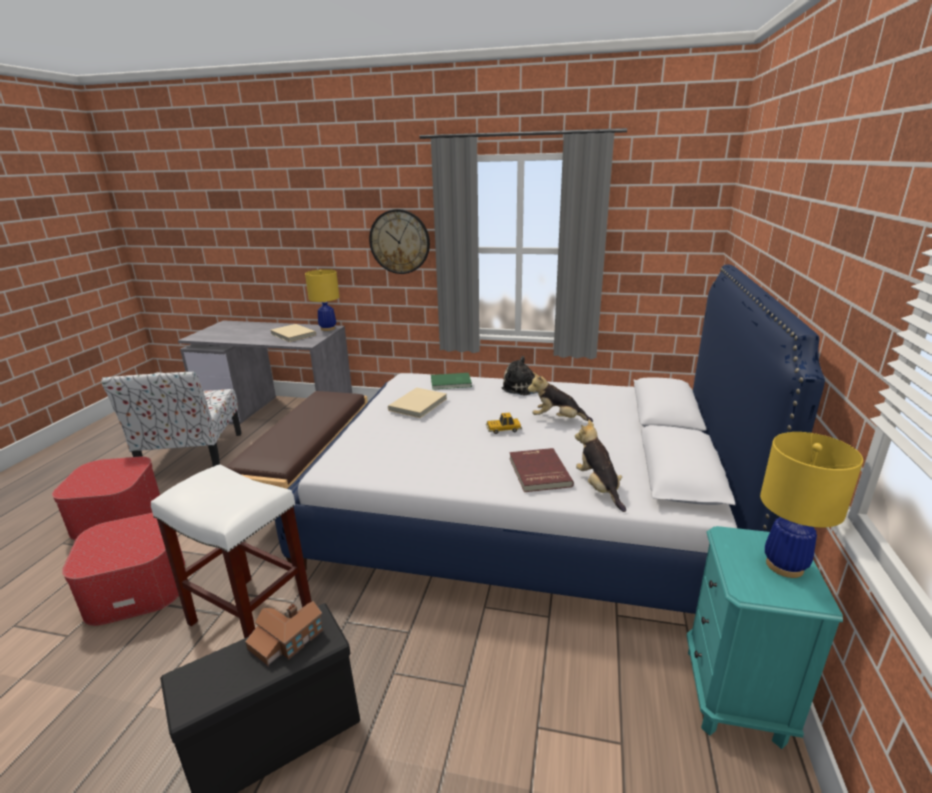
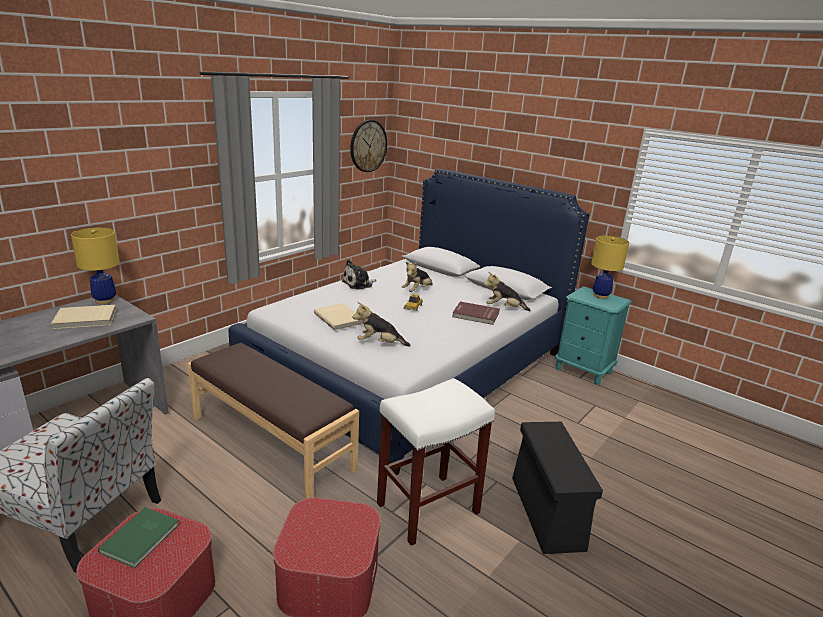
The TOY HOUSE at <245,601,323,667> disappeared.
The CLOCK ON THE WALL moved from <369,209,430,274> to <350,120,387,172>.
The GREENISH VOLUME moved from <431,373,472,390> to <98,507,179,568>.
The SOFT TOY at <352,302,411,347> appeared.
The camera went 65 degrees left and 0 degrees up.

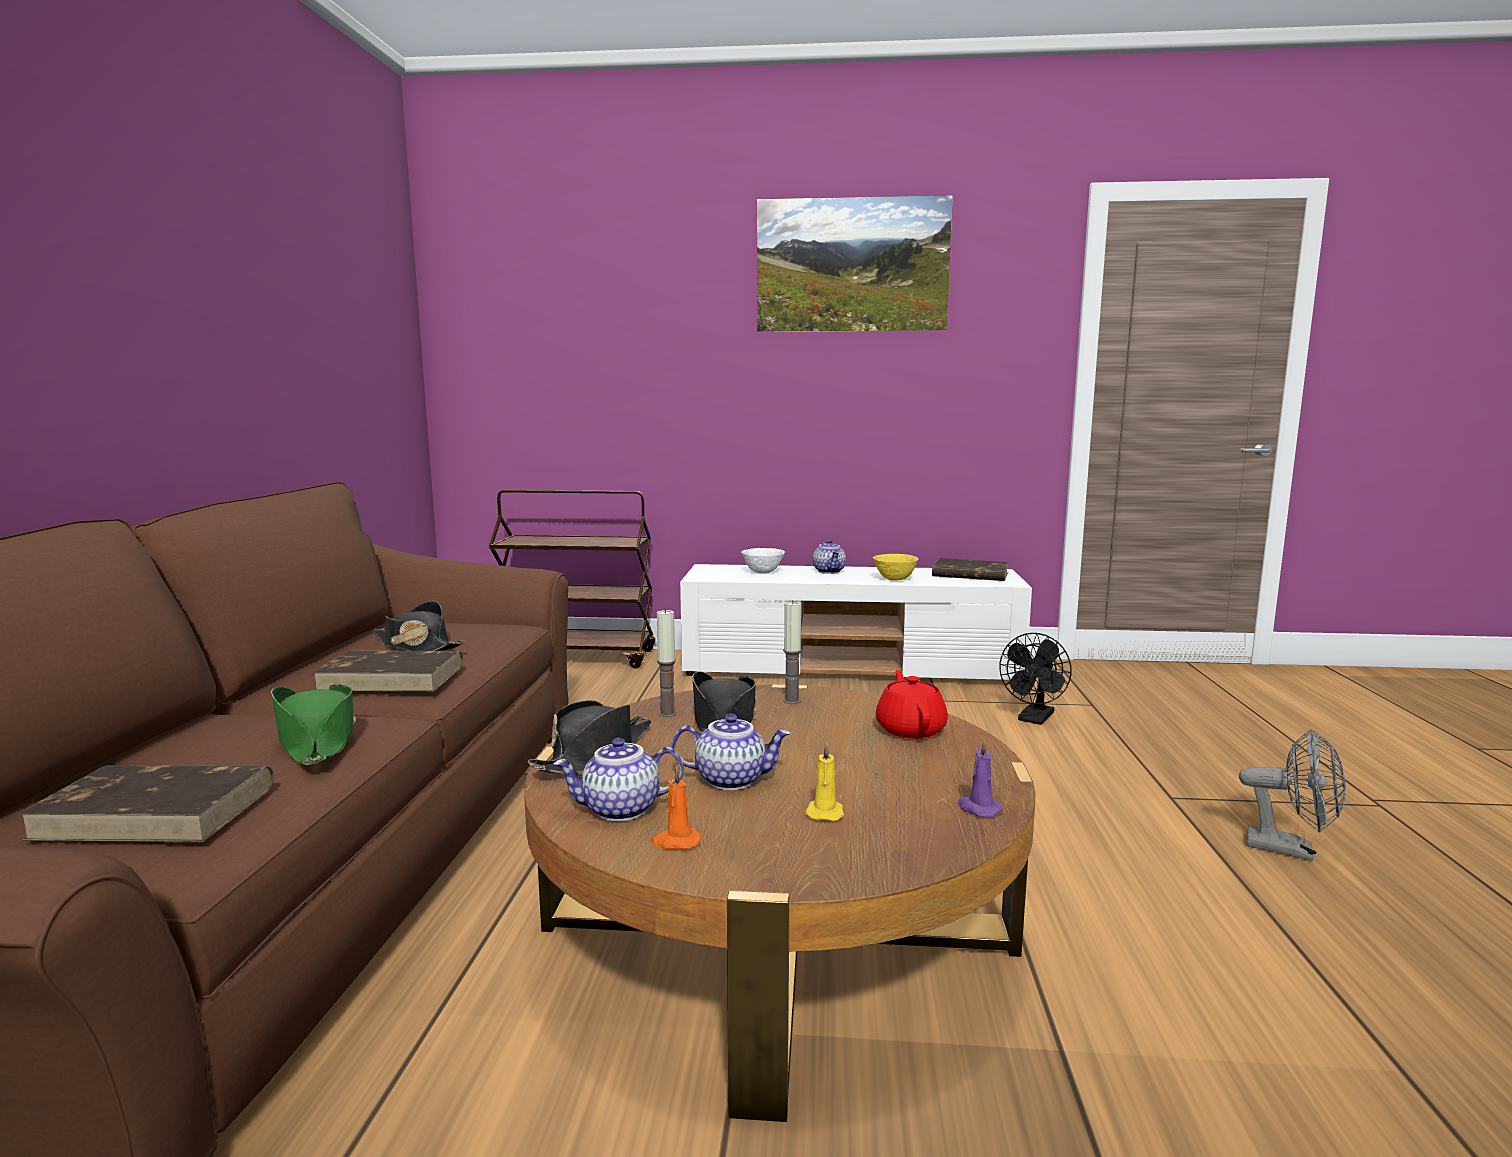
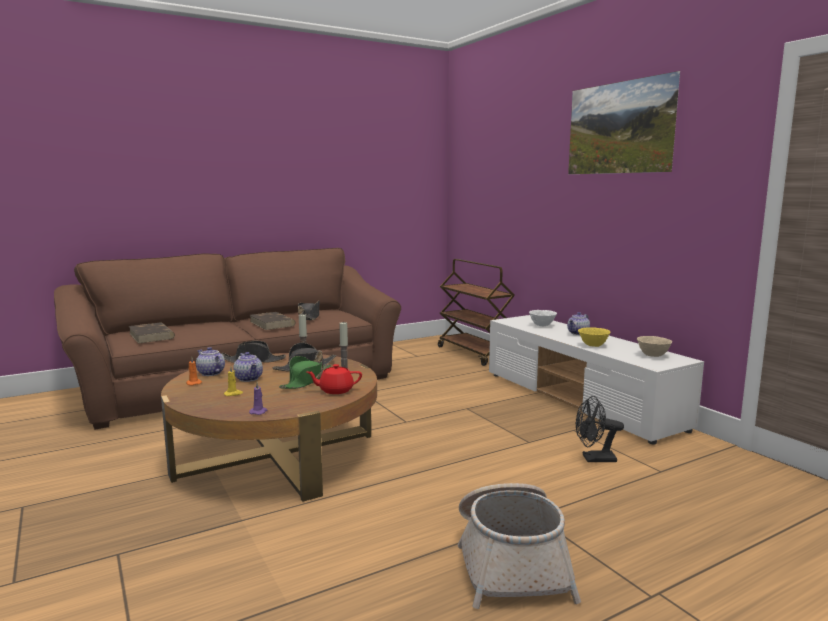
The GREENISH WEARABLE HAT moved from <271,684,356,765> to <279,356,331,389>.
The REDDISH POT FOR TEA at <876,670,948,739> turned 150 degrees counterclockwise.
The BROWN-COLOURED VOLUME at <932,558,1009,581> was replaced by the BEIGE SERVING BOWL at <637,336,672,357>.
The GREYISH COOLING FAN at <1239,729,1345,861> was replaced by the HOUSEHOLD BASKET at <458,483,581,609>.
The camera went 55 degrees right and 0 degrees up.

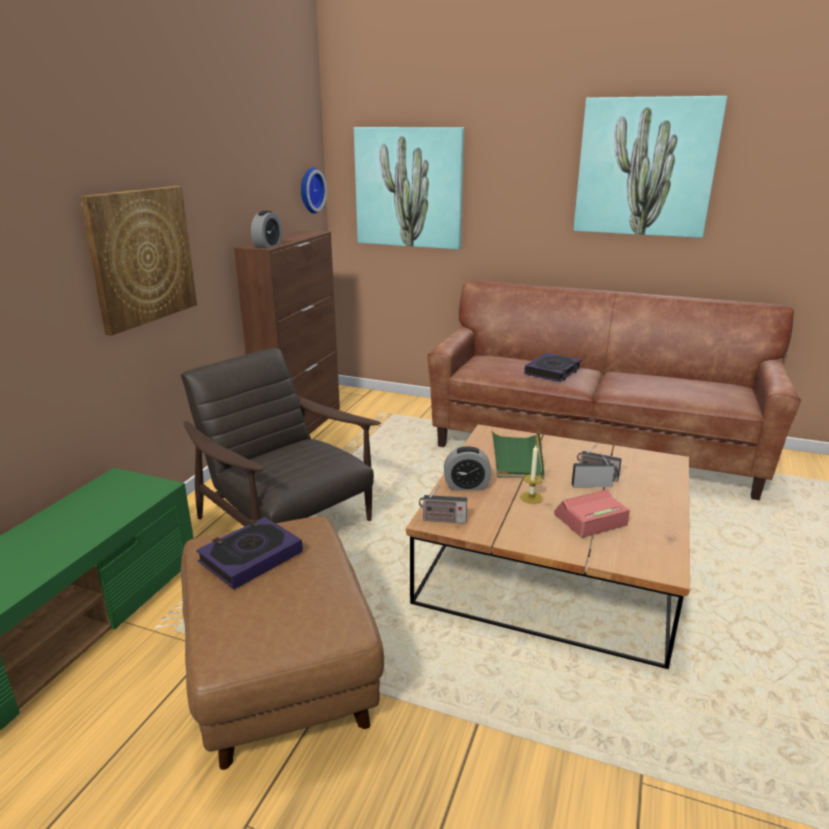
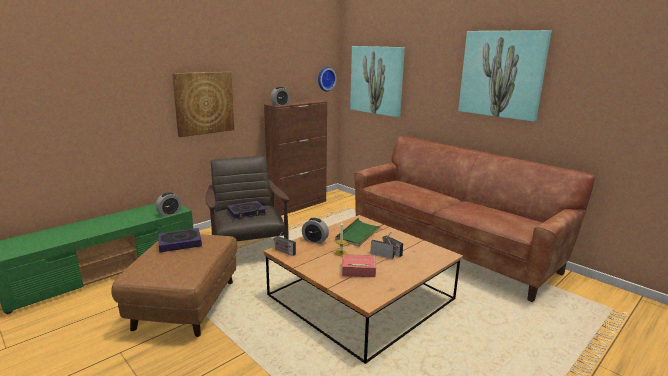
The VOLUME moved from <524,353,581,382> to <227,201,266,220>.
The TABLE CLOCK at <155,192,182,217> appeared.
The camera went 25 degrees right and 5 degrees down.

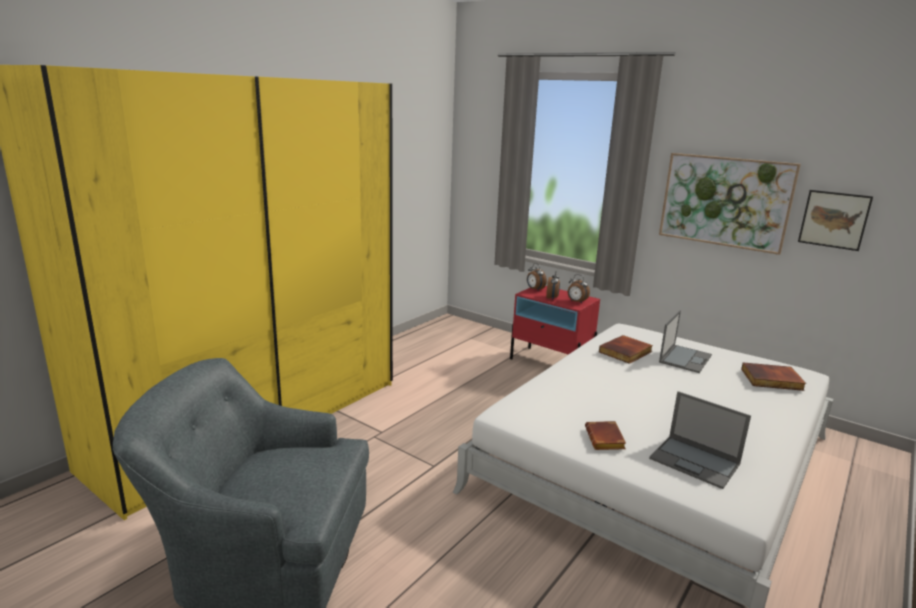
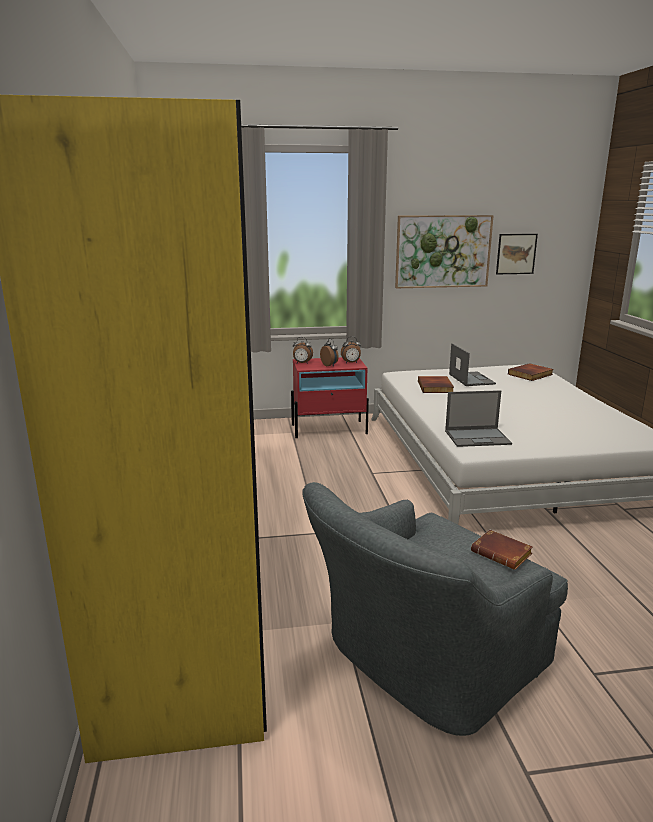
The BROWN-COLOURED VOLUME moved from <585,421,626,450> to <471,530,533,570>.
The LAPTOP moved from <649,391,751,489> to <445,390,512,447>.
The camera went 45 degrees left and 0 degrees up.

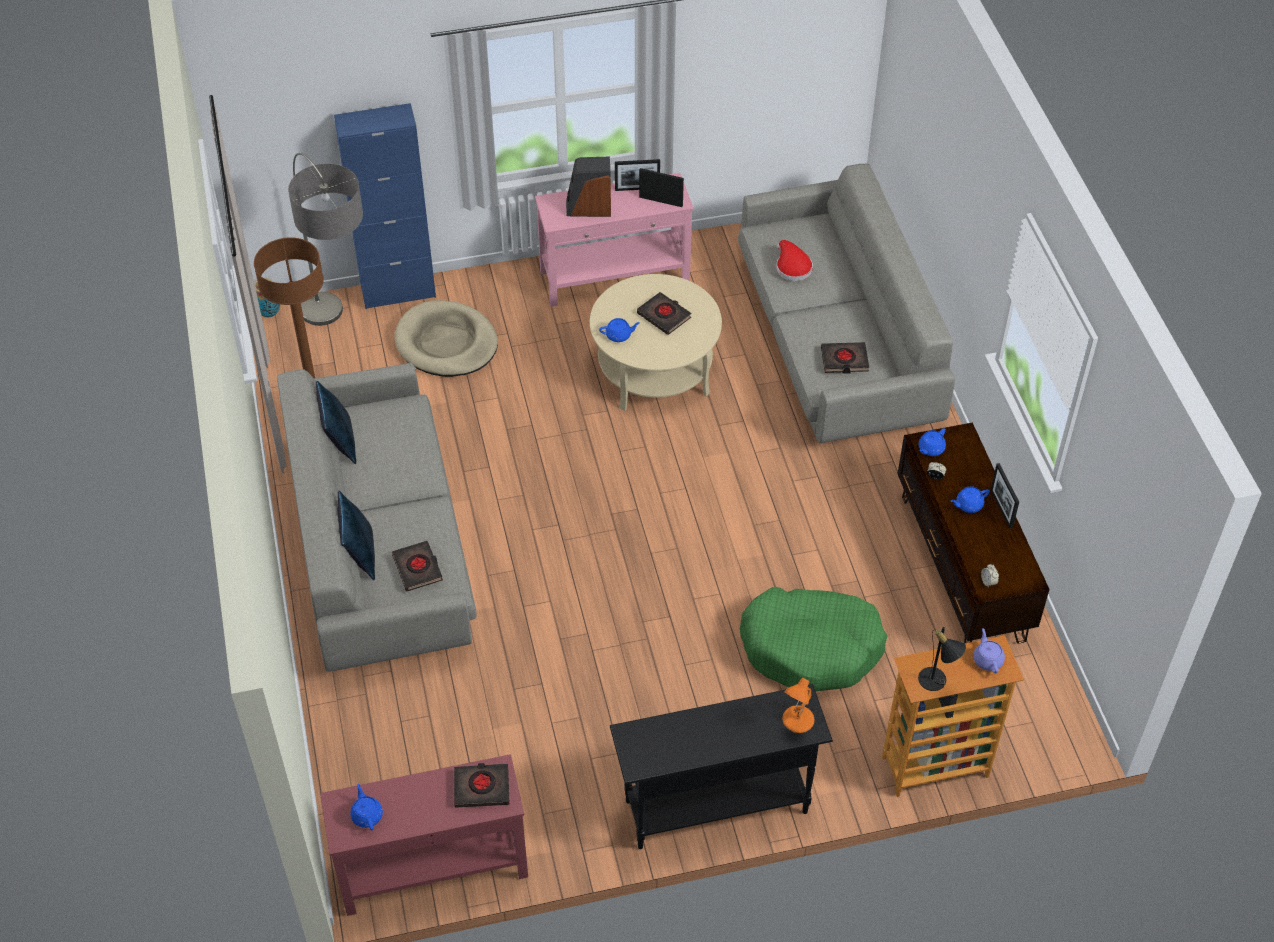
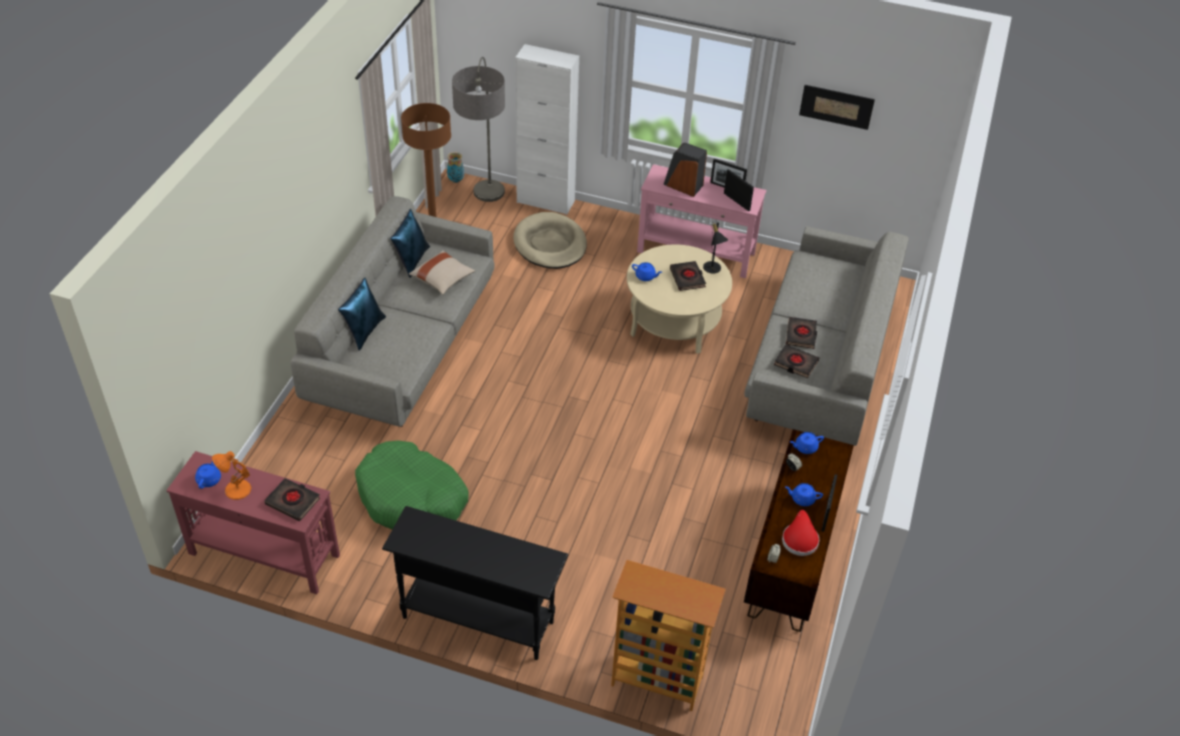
The BLUE-COLOURED CABINET at <334,103,436,309> became the WHITE-COLOURED CABINET at <515,44,579,215>.
The BLACK VOLUME moved from <392,541,443,592> to <786,317,817,349>.
The GREENISH PET BED moved from <740,587,887,691> to <355,441,469,529>.
The REDDISH WEARABLE HAT moved from <776,240,813,281> to <782,510,819,556>.
The ORANGE TABLETOP LAMP moved from <782,678,815,733> to <212,451,251,500>.
The BLACK TABLETOP LAMP moved from <918,627,966,691> to <703,222,728,274>.
The PURPLE-COLOURED POT FOR TEA at <973,628,1005,674> disappeared.
The BEIGE PILLOW at <409,250,475,295> appeared.
The WALL ART at <799,85,875,130> appeared.
The camera went 30 degrees right and 5 degrees down.

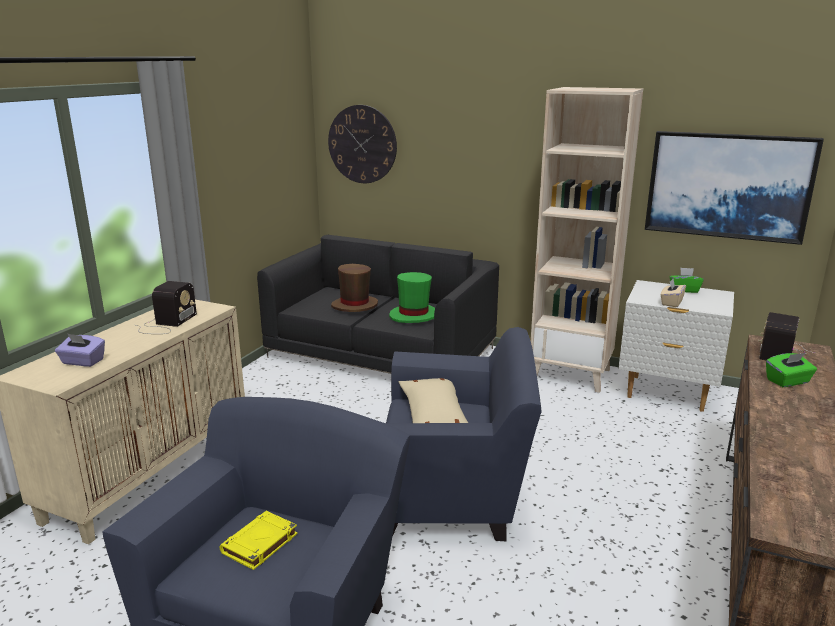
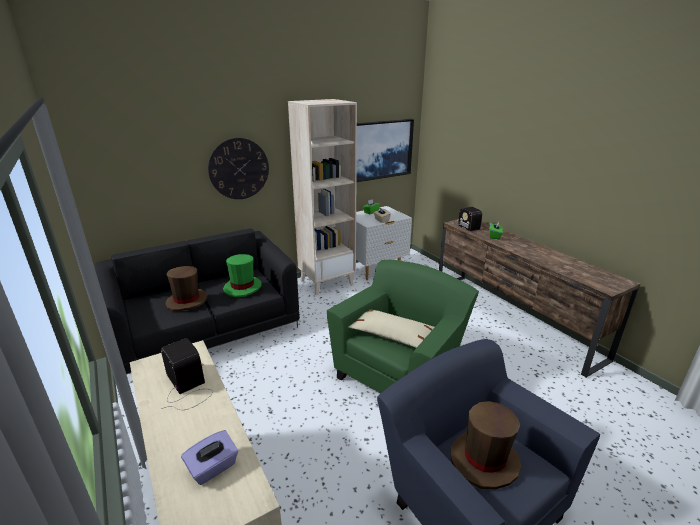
The YELLOW-COLOURED VOLUME at <220,511,298,570> was replaced by the BROWN-COLOURED WEARABLE HAT at <451,401,521,489>.
The CLOCK ON THE WALL moved from <328,105,397,183> to <208,138,269,199>.
The BLUE-COLOURED EASY CHAIR at <386,327,542,541> became the GREENISH EASY CHAIR at <327,260,479,393>.
The camera went 55 degrees left and 5 degrees up.

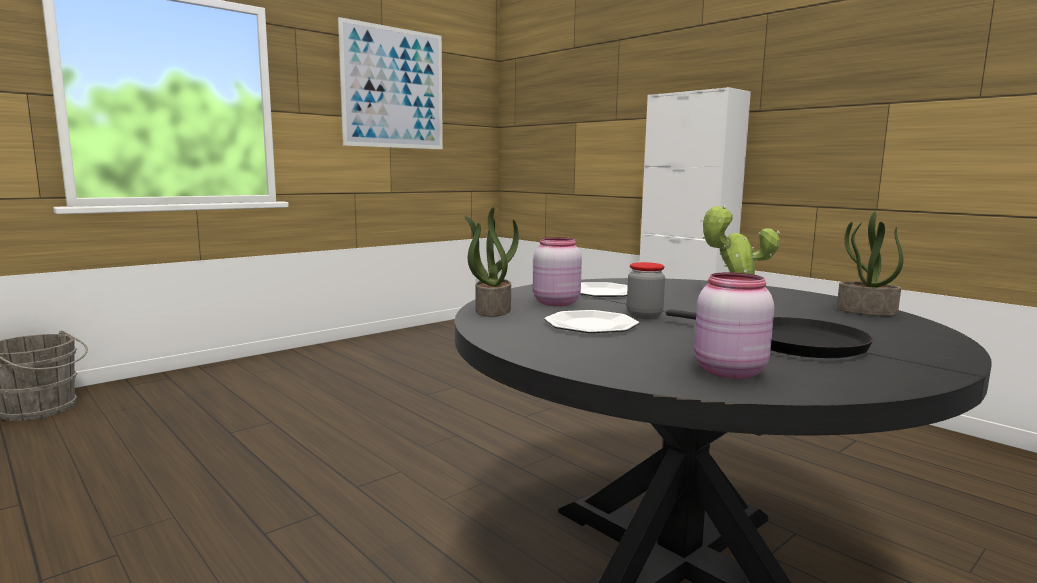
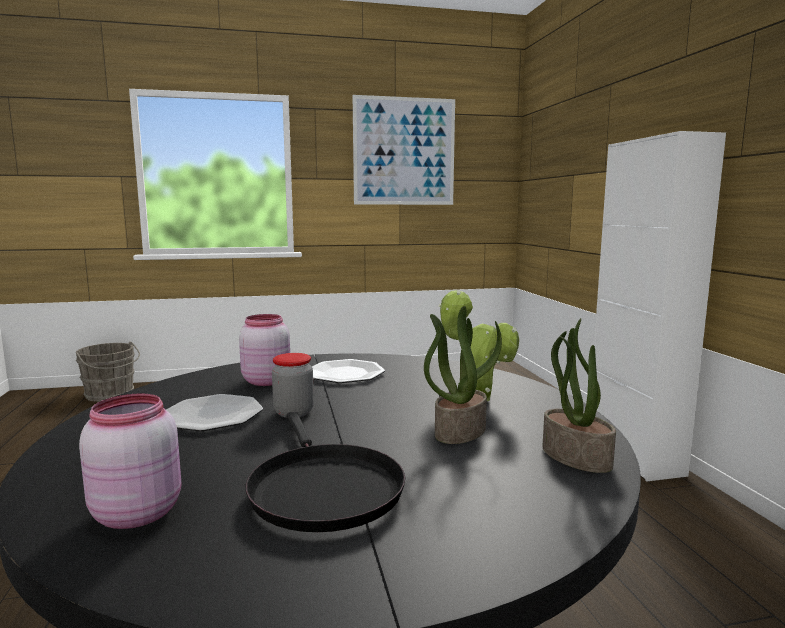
The PLANT IN A POT moved from <464,207,519,317> to <424,306,502,444>.
The camera went 30 degrees right and 0 degrees up.

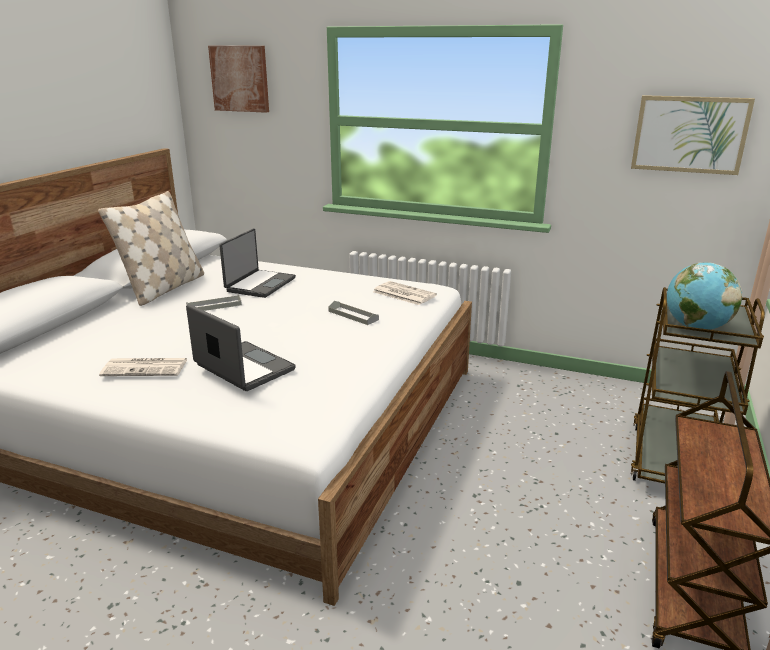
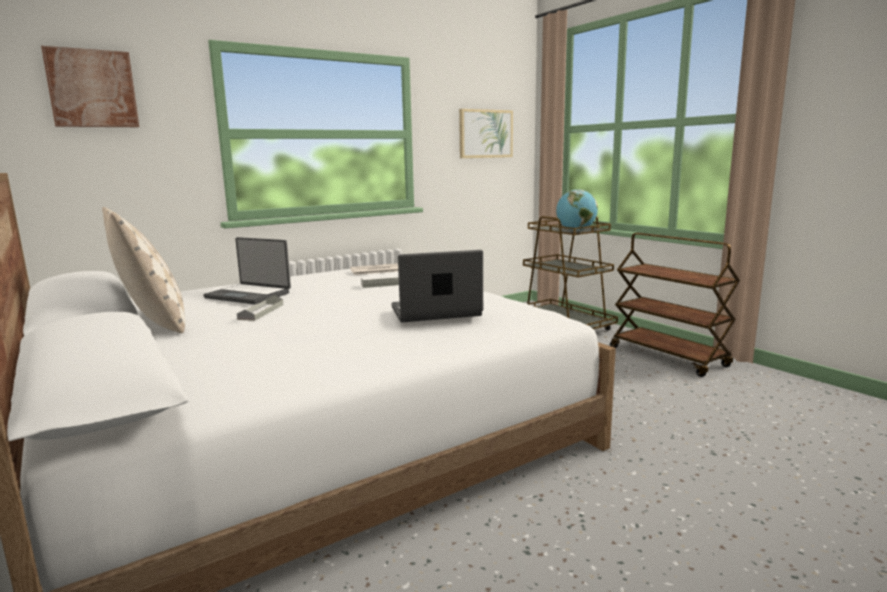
The NEWSPAPER at <99,358,187,376> disappeared.
The LAPTOP at <219,229,296,298> turned 150 degrees clockwise.
The camera went 55 degrees left and 10 degrees down.

